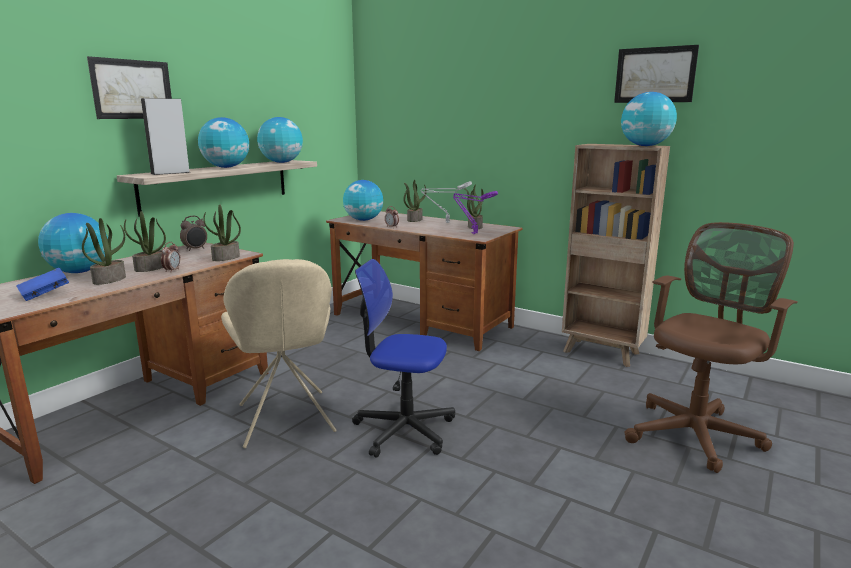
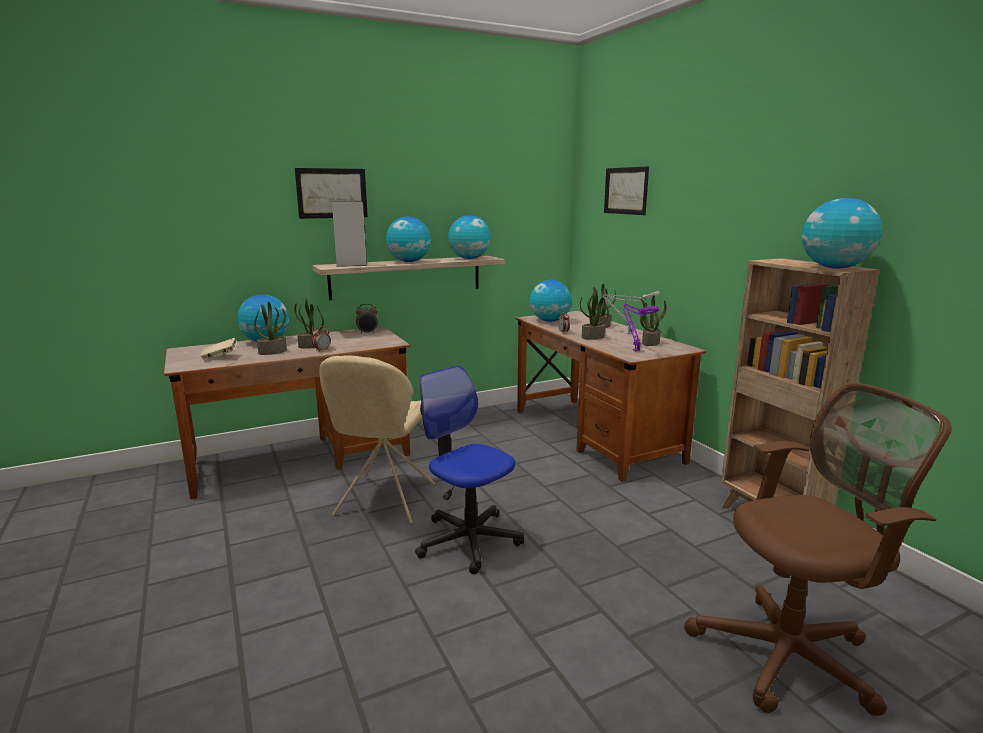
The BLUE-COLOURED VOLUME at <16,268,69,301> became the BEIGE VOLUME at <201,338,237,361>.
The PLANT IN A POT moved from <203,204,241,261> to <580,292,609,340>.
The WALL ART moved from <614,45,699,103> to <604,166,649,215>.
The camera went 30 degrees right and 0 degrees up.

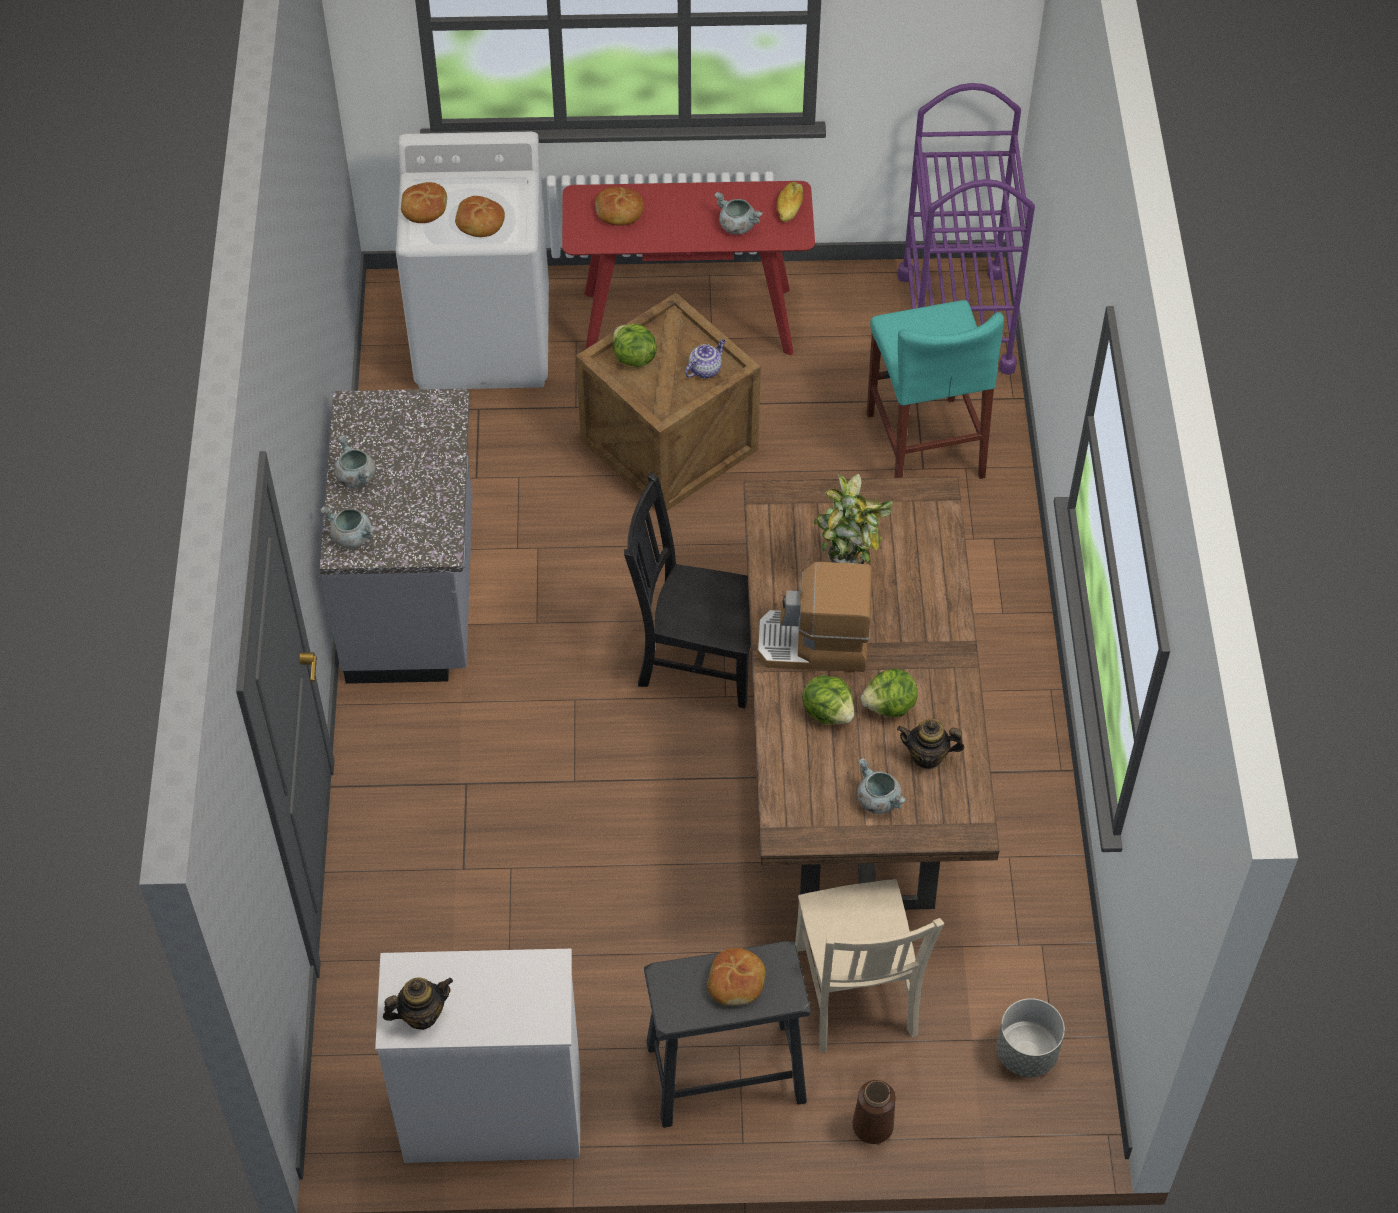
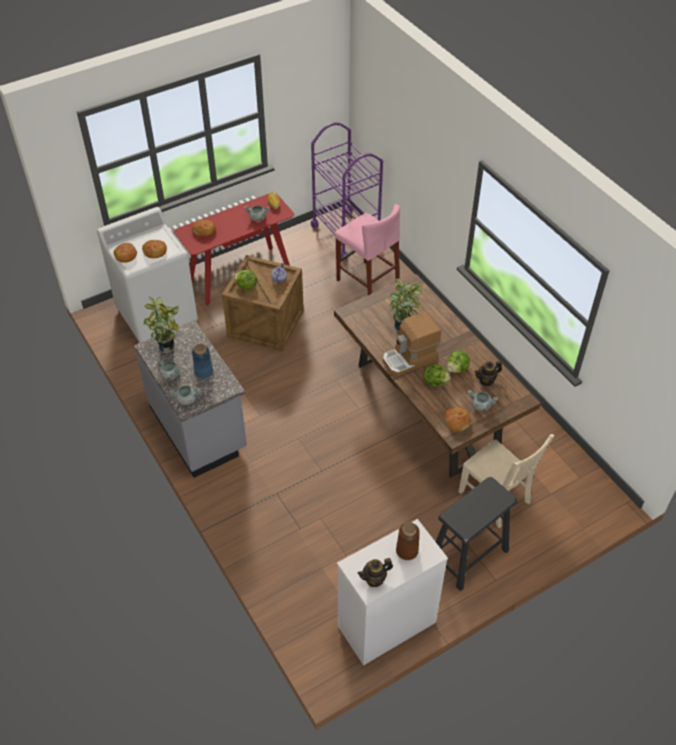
The POT FOR TEA at <383,977,453,1030> turned 150 degrees counterclockwise.
The BLACK PLAIN CHAIR at <624,472,751,708> disappeared.
The BREAD moved from <707,948,766,1006> to <445,407,471,432>.
The BROWN-COLOURED FLOWER VASE moved from <853,1080,896,1144> to <396,522,420,560>.
The TURQUOISE-COLOURED STOOL SEAT at <867,300,1004,479> became the PINK-COLOURED STOOL SEAT at <334,204,400,295>.
The GREYISH PLANT POT at <997,998,1065,1077> disappeared.
The PLANT IN A POT at <144,297,179,353> appeared.
The BLUE-COLOURED FLOWER VASE at <192,344,213,379> appeared.
The camera went 30 degrees left and 5 degrees down.

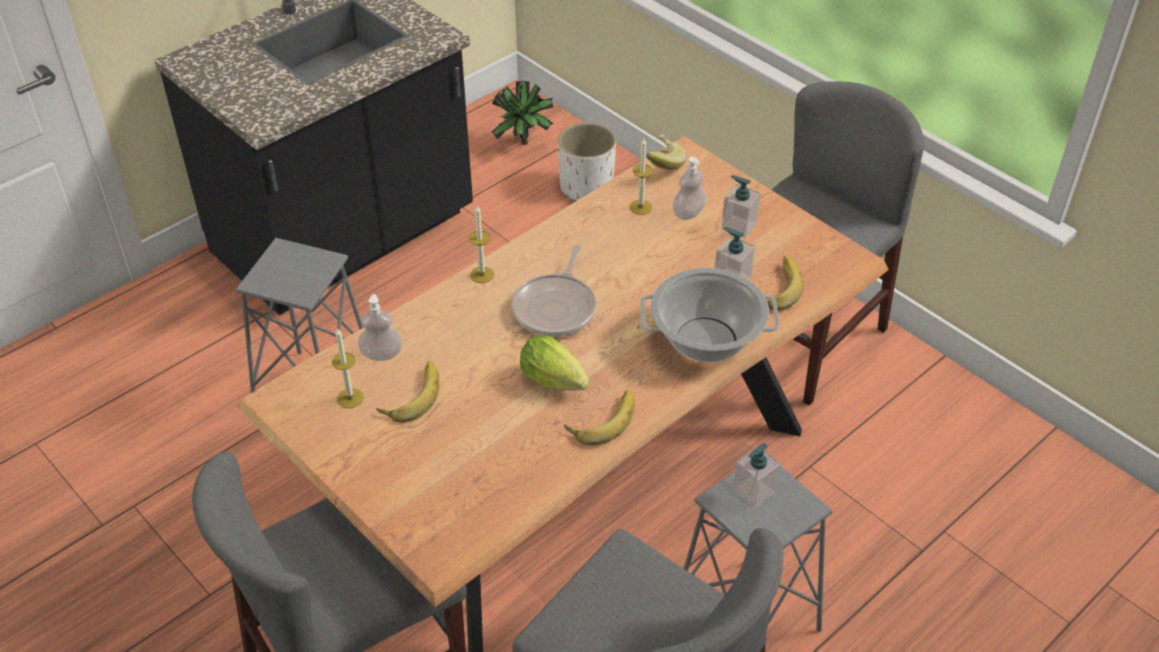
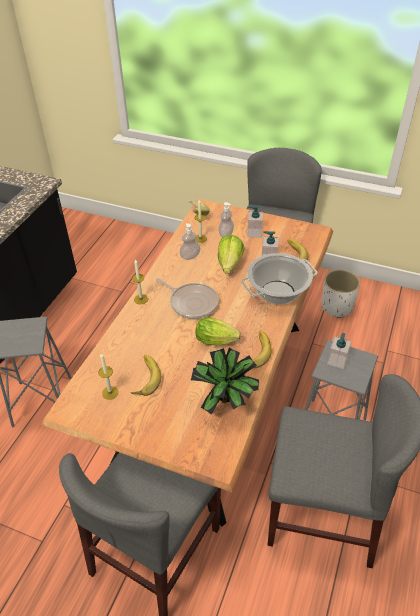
The SOAP BOTTLE moved from <358,294,402,361> to <179,223,201,260>.
The PLANT IN A POT moved from <492,81,554,145> to <191,347,259,415>.
The FRYING PAN at <512,245,596,337> turned 45 degrees counterclockwise.
The WHITE-COLOURED PLANT POT moved from <558,123,616,202> to <321,270,360,318>.
The LETTUCE at <217,235,244,274> appeared.
The camera went 25 degrees left and 0 degrees up.

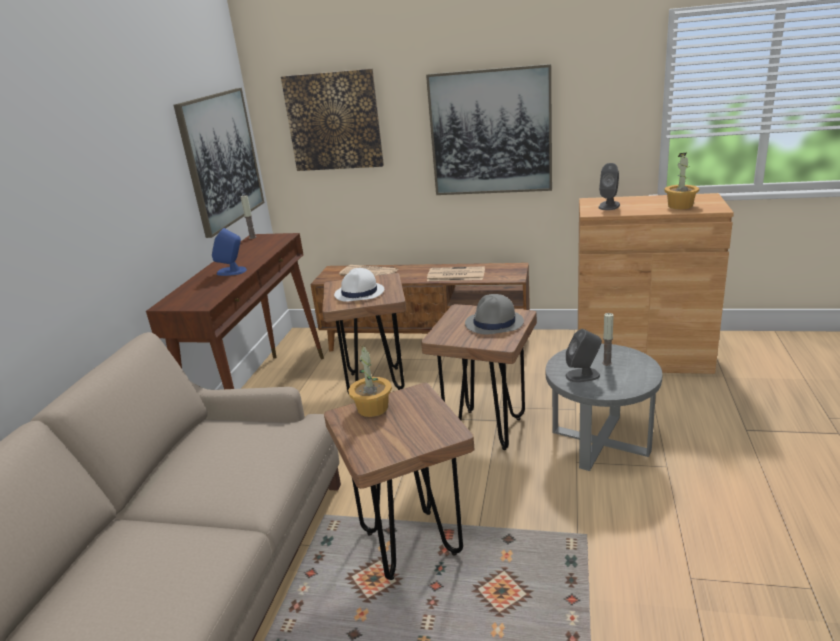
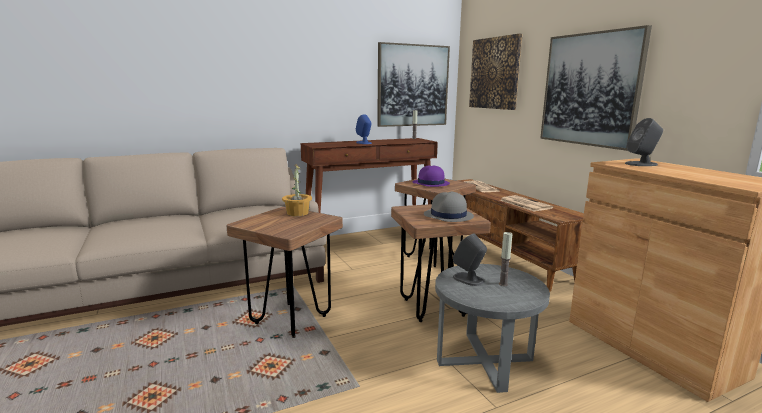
The WHITE-COLOURED WEARABLE HAT at <334,268,384,302> became the PURPLE-COLOURED WEARABLE HAT at <413,165,450,187>.
The PLANT IN A POT at <664,153,699,209> disappeared.
The camera went 50 degrees right and 10 degrees down.

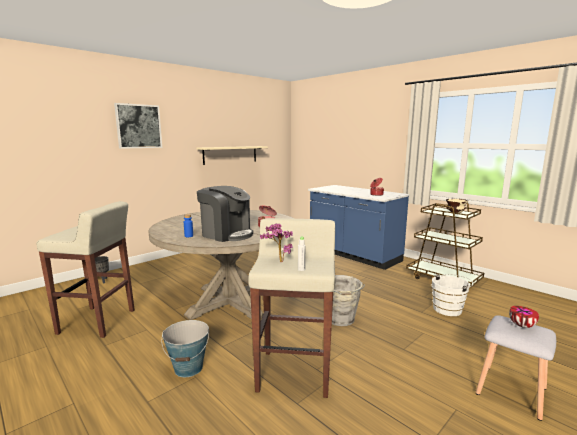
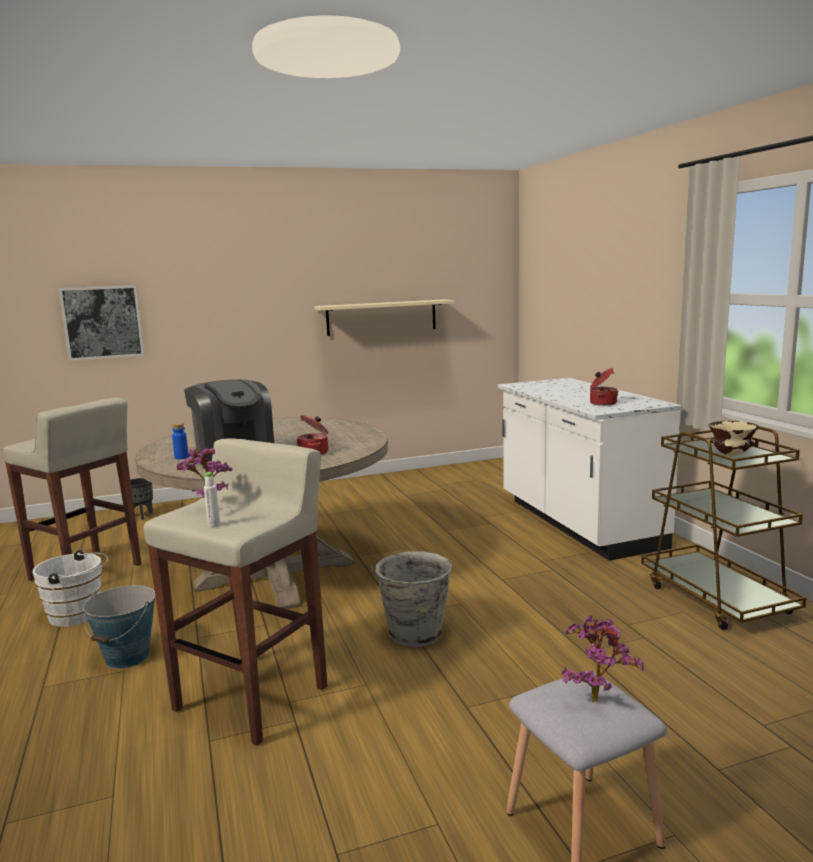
The WALL ART moved from <114,103,162,149> to <59,285,145,361>.
The BLUE-COLOURED KITCHEN BASE UNIT at <308,185,410,270> became the WHITE-COLOURED KITCHEN BASE UNIT at <498,378,682,561>.
The WHITE-COLOURED WATER BUCKET moved from <431,274,473,316> to <33,550,108,627>.
The SERVING BOWL at <509,306,539,328> was replaced by the PLANT IN A POT at <561,616,644,703>.
The camera went 25 degrees right and 0 degrees up.

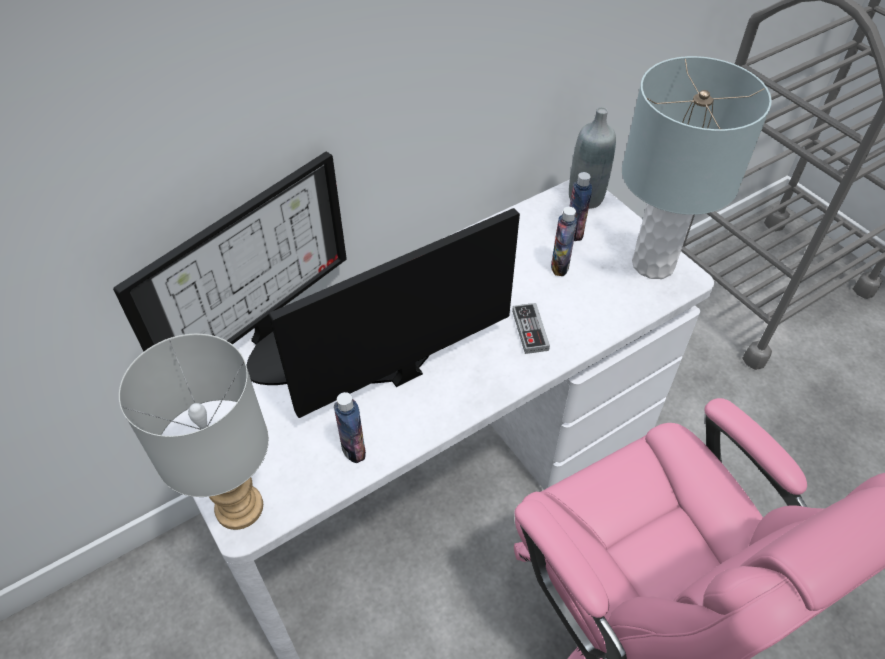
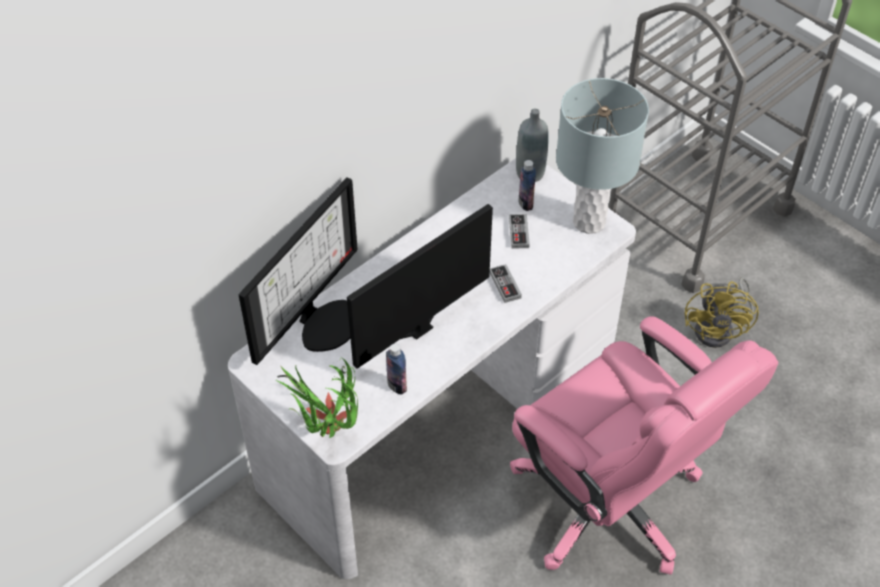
The GREYISH TABLETOP LAMP at <119,334,269,530> was replaced by the PLANT IN A POT at <276,358,358,438>.
The BOTTLE at <551,207,577,276> was replaced by the GAME CONTROLLER at <509,214,530,249>.
The YELLOW-COLOURED COOLING FAN at <685,277,759,348> appeared.
The camera went 10 degrees left and 0 degrees up.

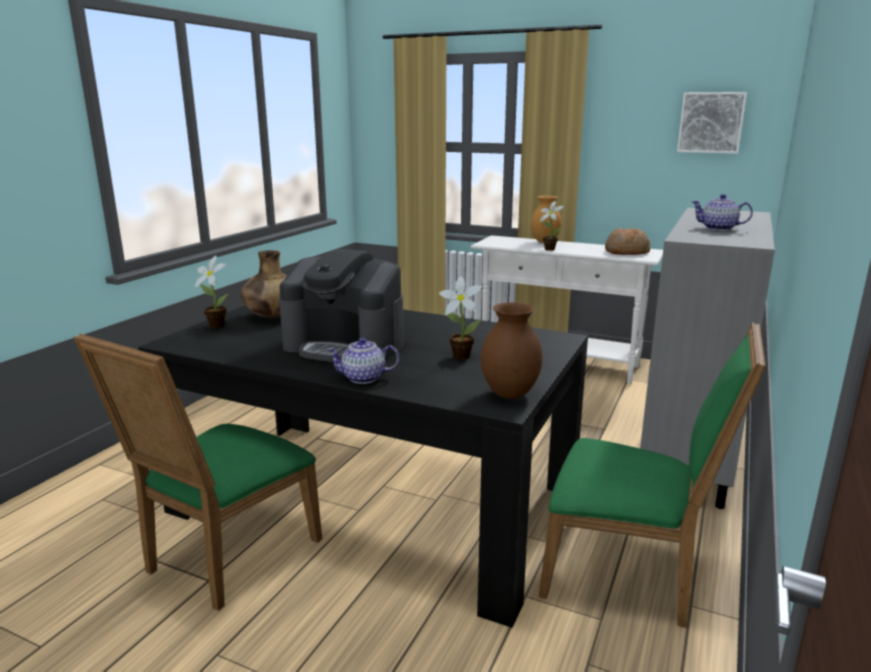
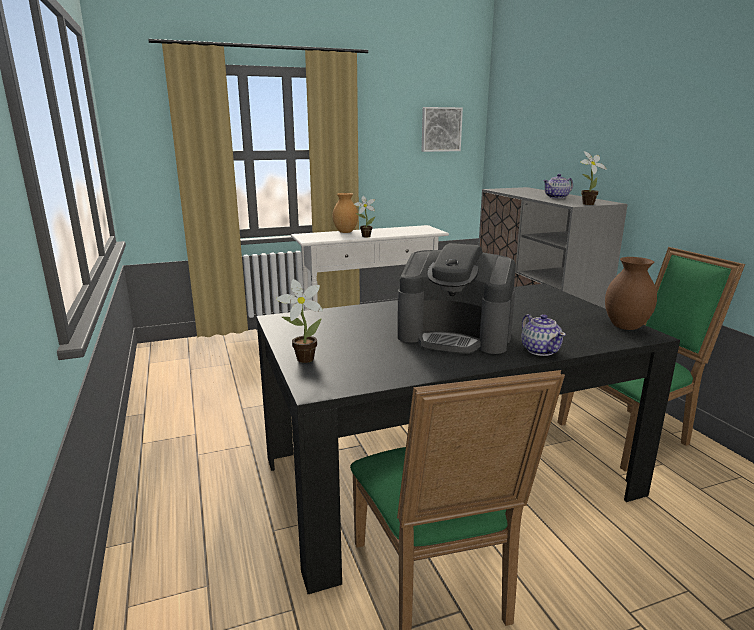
The BROWN-COLOURED FLOWER VASE at <241,250,287,318> disappeared.
The COFFEE MACHINE at <279,249,404,363> turned 45 degrees clockwise.
The POT FOR TEA at <326,338,399,384> turned 60 degrees counterclockwise.
The PLANT IN A POT moved from <439,276,483,360> to <581,151,607,205>.
The BREAD at <605,228,650,255> disappeared.
The camera went 45 degrees left and 0 degrees up.

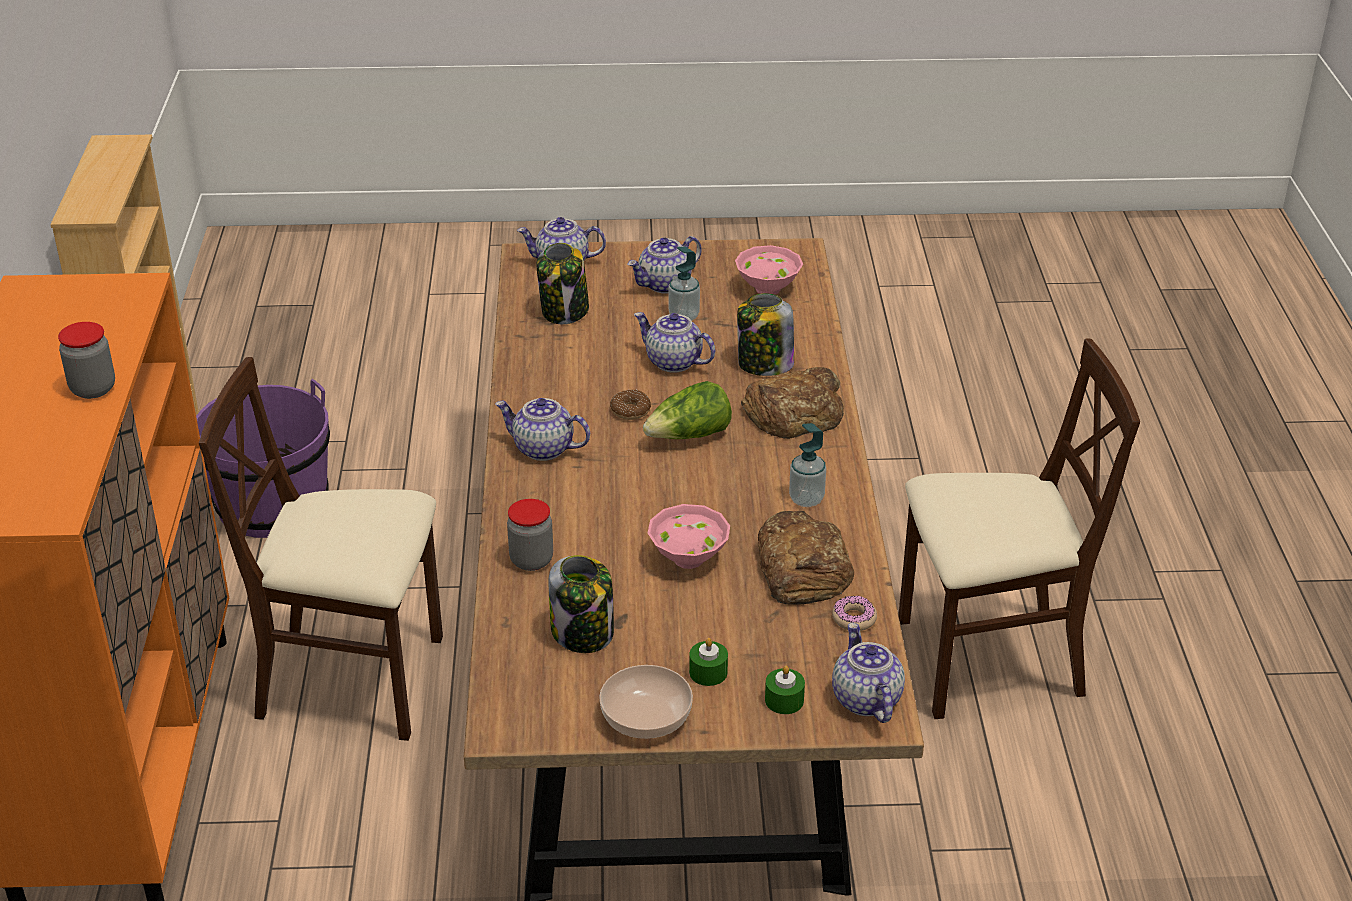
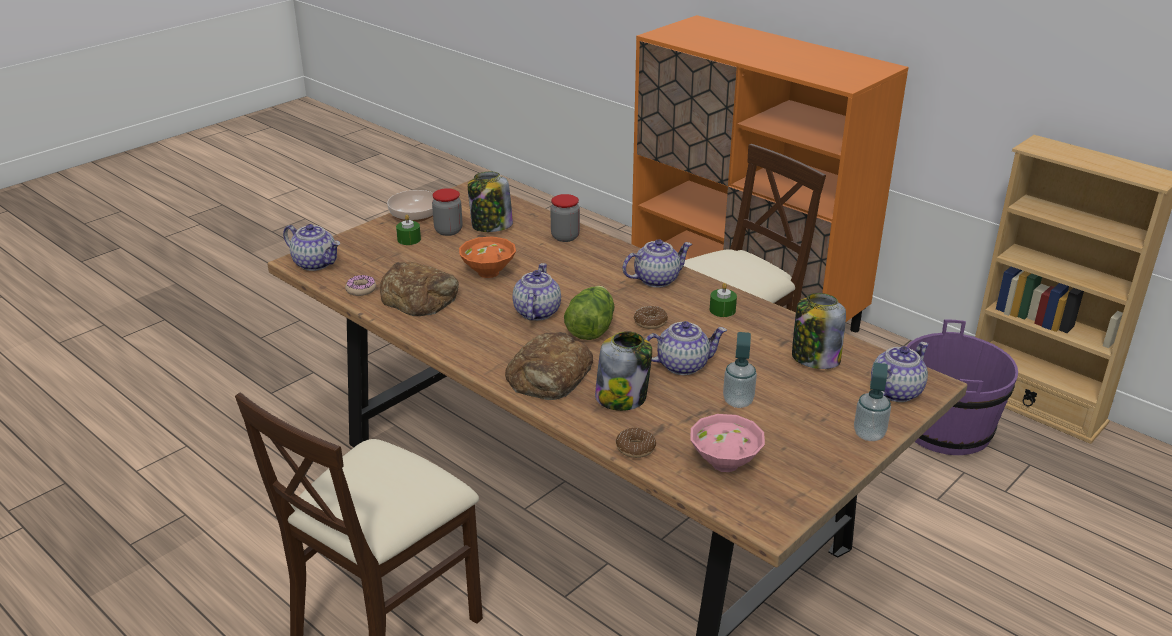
The JAR moved from <58,322,115,399> to <432,188,463,236>.
The POT FOR TEA moved from <628,236,701,293> to <513,263,561,321>.
The PINK-COLOURED SERVING BOWL at <648,504,730,569> became the ORANGE SERVING BOWL at <459,236,516,278>.
The GREENISH WAX CANDLE moved from <765,666,805,714> to <710,283,737,317>.
The SOAP BOTTLE moved from <789,423,826,507> to <854,363,891,441>.
The RING DOUGHNUT at <616,428,656,458> appeared.
The camera went 135 degrees right and 5 degrees down.

